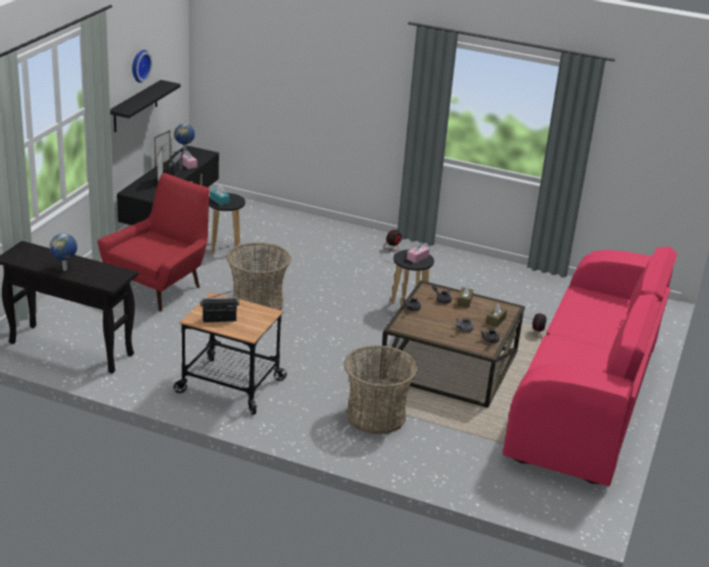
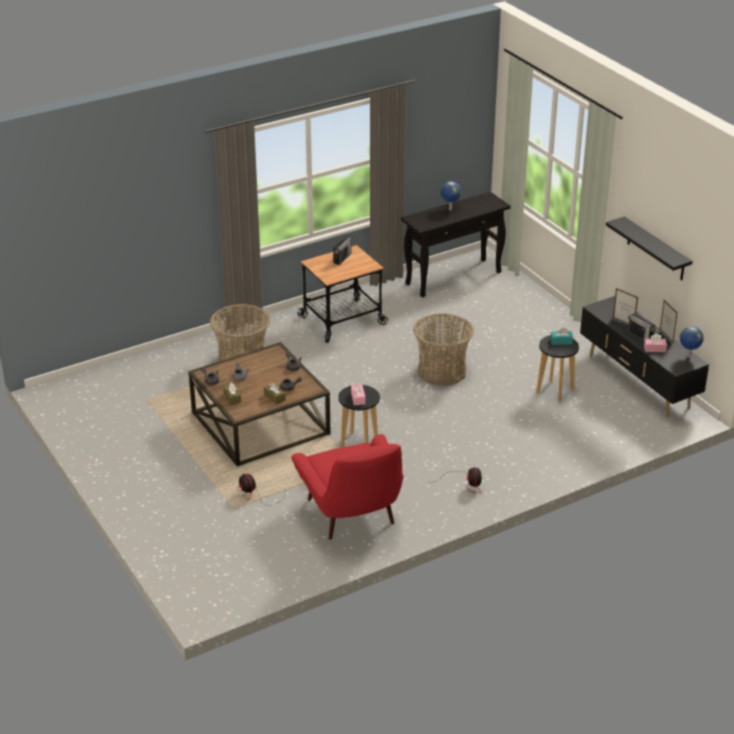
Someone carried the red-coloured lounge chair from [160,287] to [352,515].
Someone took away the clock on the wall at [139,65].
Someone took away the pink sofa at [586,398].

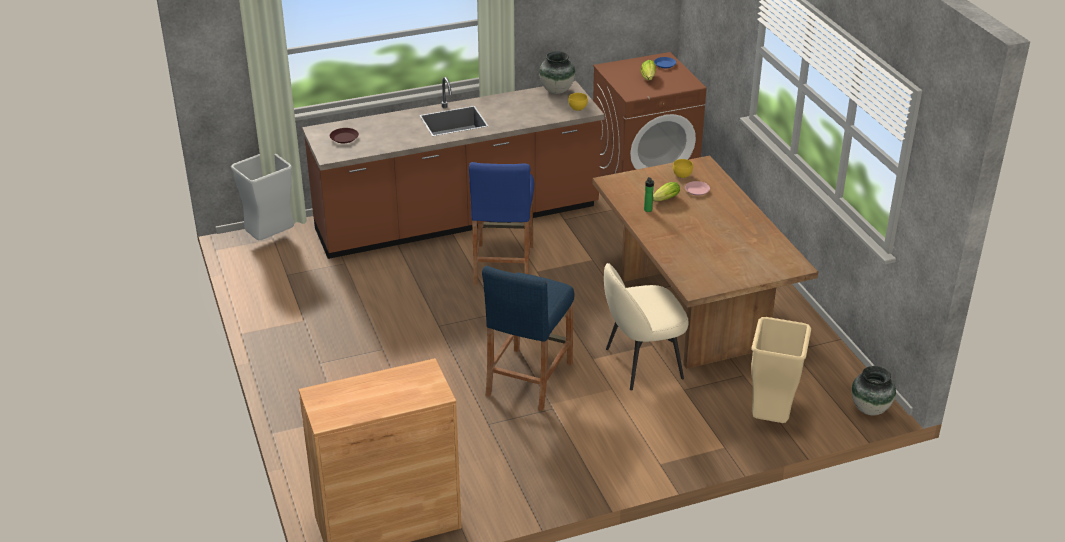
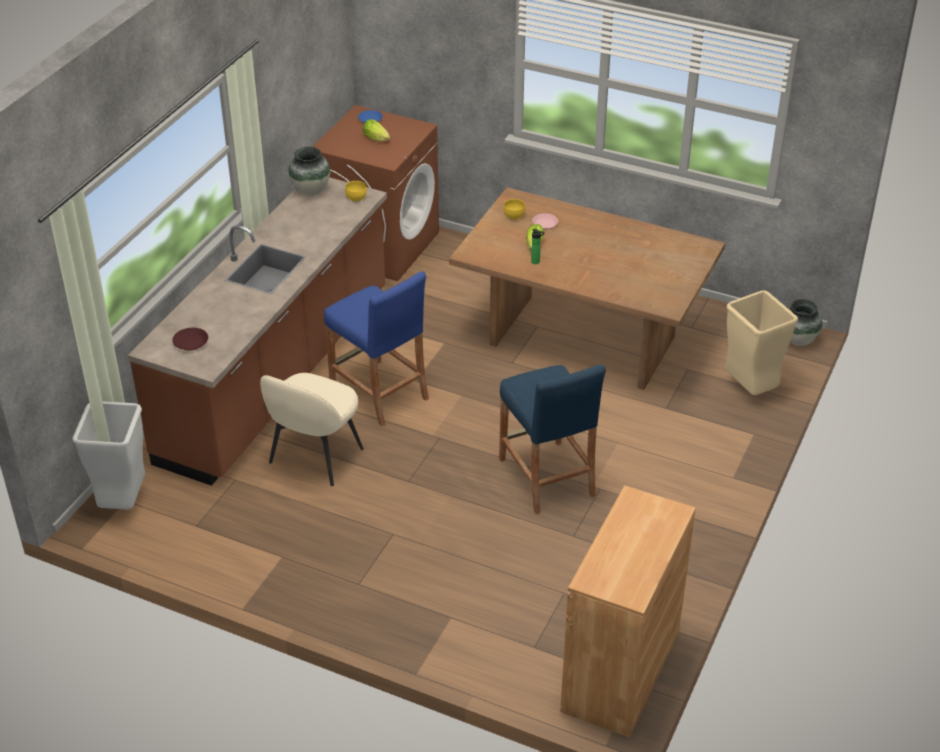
Someone carried the sand-coloured chair from [641,364] to [314,457].

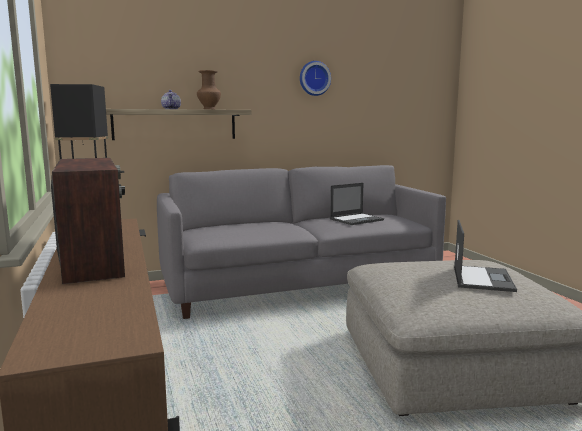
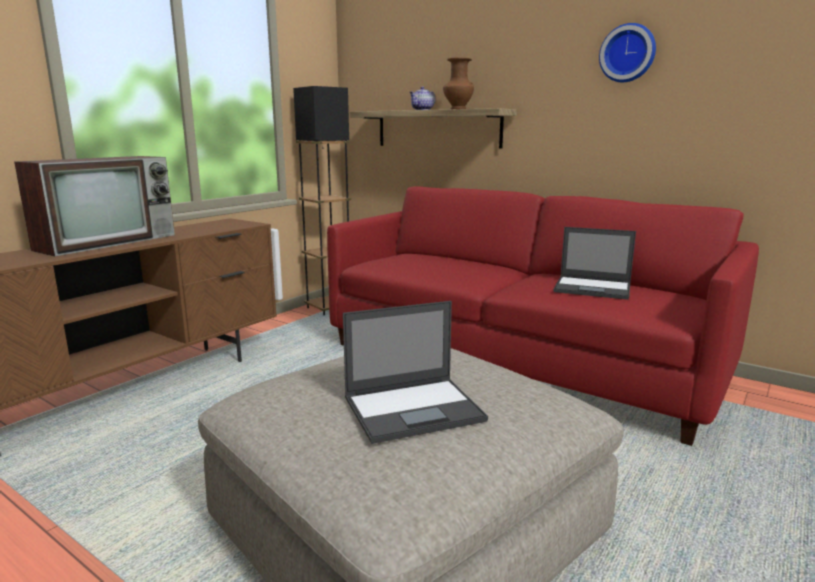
Someone repainted the greyish sofa at [300,284], which became the red-coloured sofa at [517,361].

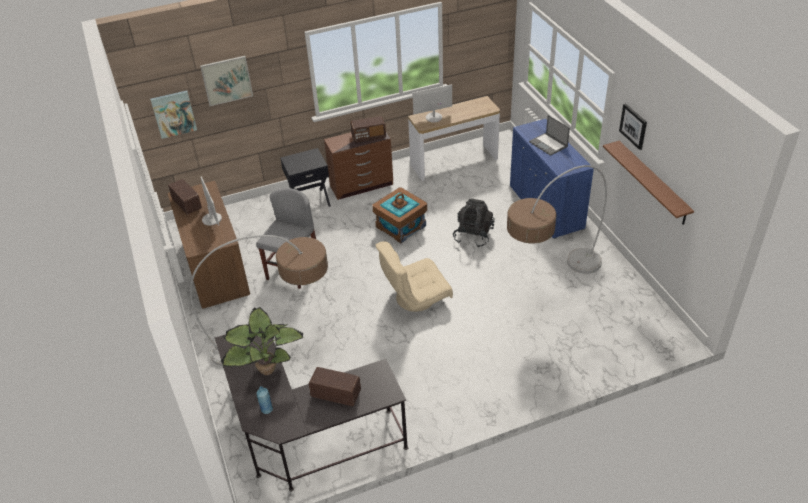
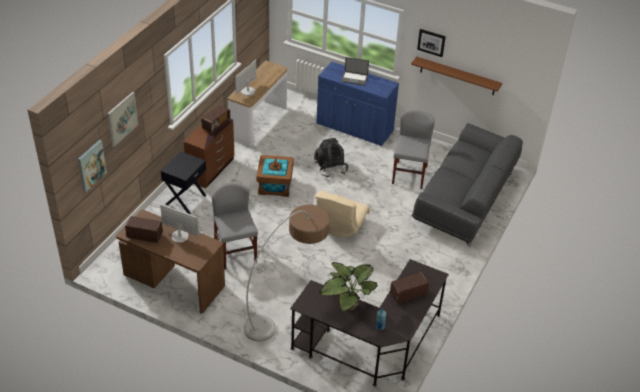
Someone swapped the standing lamp at [550,282] for the greyish chair at [409,175].
Someone put down the greyish sofa at [465,199].

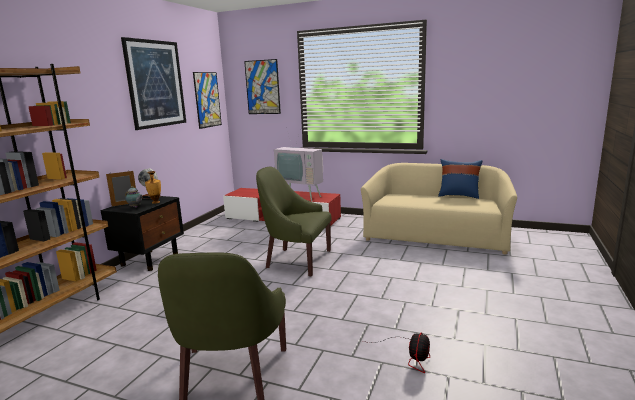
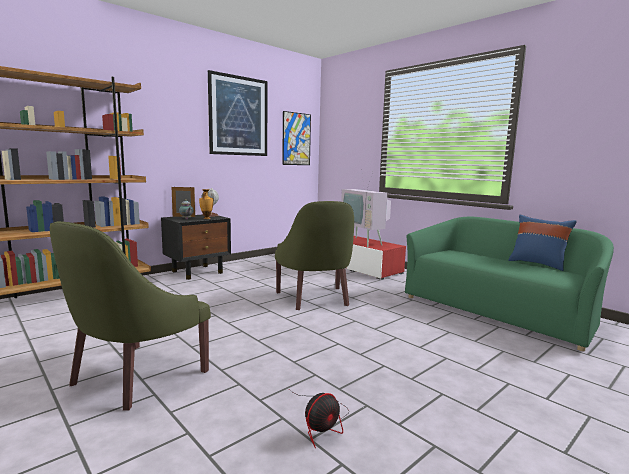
Someone took away the picture at [262,87].
Someone rotated the greenish lounge chair at [296,260] by 150 degrees counterclockwise.
Someone repainted the sand-coloured sofa at [436,236], which became the greenish sofa at [498,311].

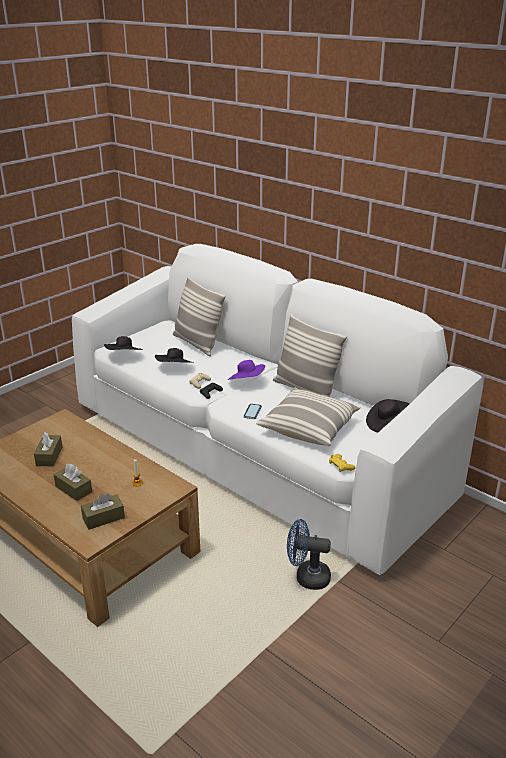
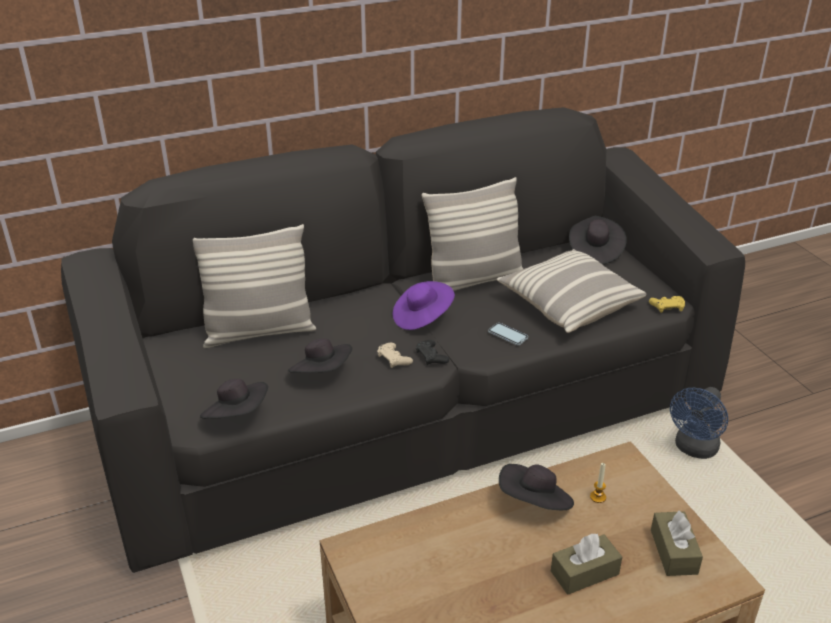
Someone took away the brown-coloured tissue holder at [49,456].
Someone repainted the white sofa at [254,450], which became the blackish sofa at [416,411].
Someone put down the blackish hat at [535,503].

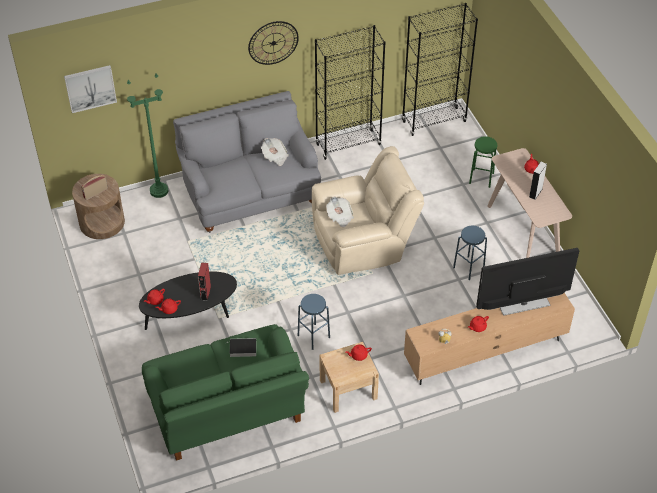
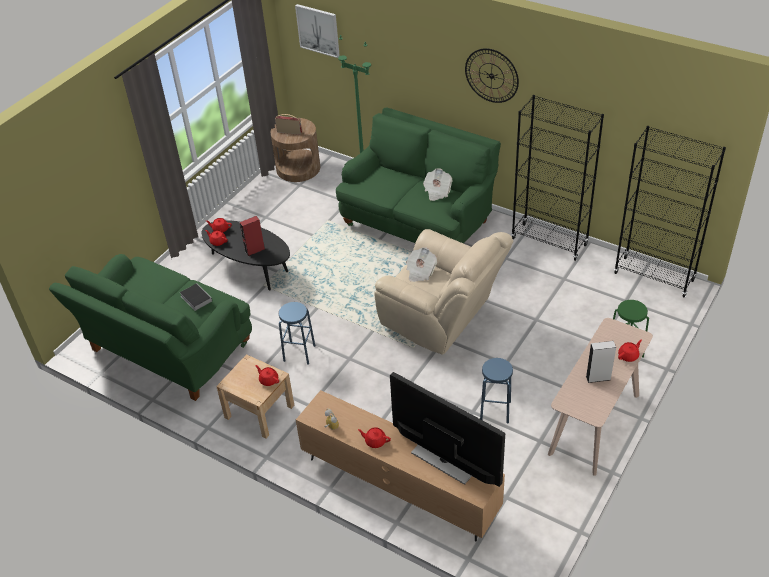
Someone repainted the greyish sofa at [250,193], which became the greenish sofa at [419,221].

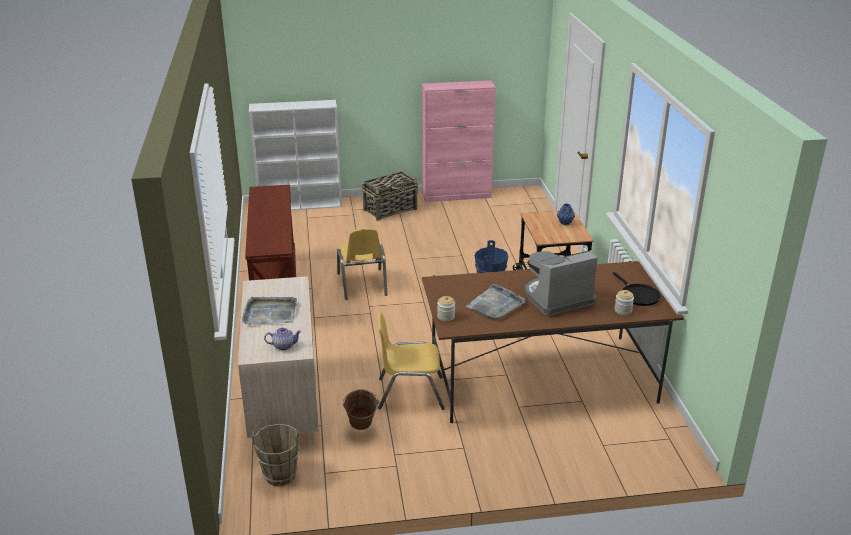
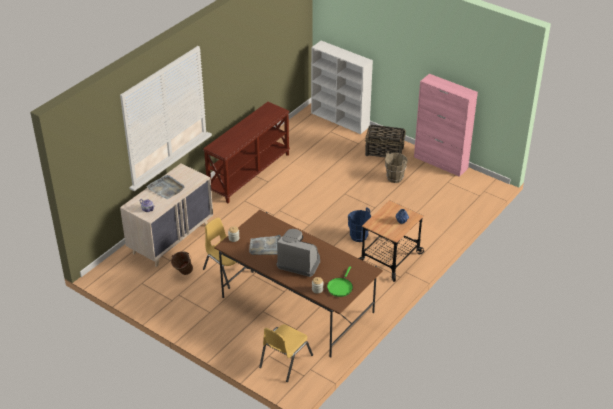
Someone carried the brown-coloured pail from [280,475] to [395,178].
Someone carried the yellow-coloured chair from [362,284] to [285,361].
Someone repainted the blackish skillet at [638,296], which became the greenish skillet at [340,287].

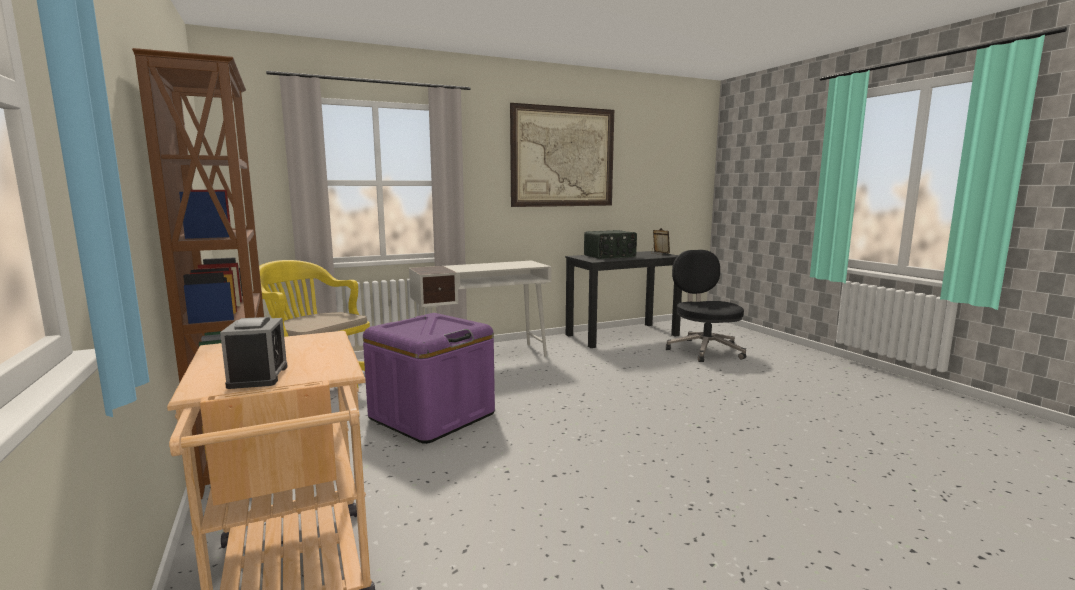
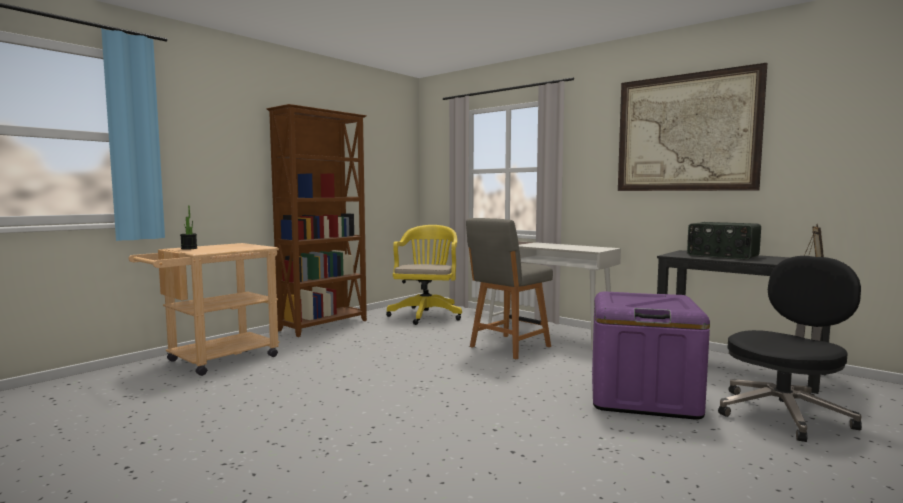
Someone swapped the bedside clock at [258,376] for the houseplant at [189,248].
Someone carried the purplish storage bin from [432,416] to [642,396].
Someone put down the greyish chair at [508,347].

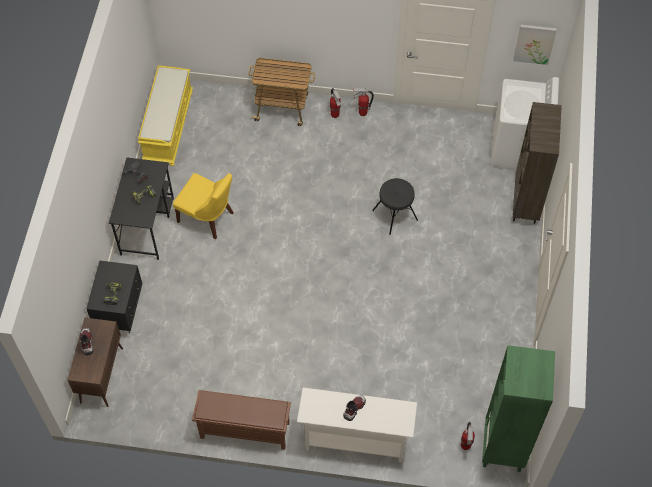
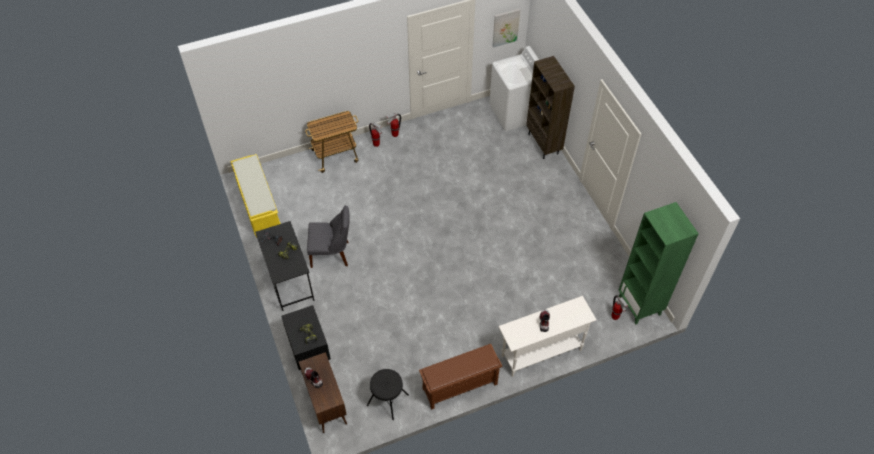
Someone repainted the yellow-coloured chair at [208,218], which became the greyish chair at [332,254].
Someone carried the blackish sitting stool from [395,215] to [388,400].

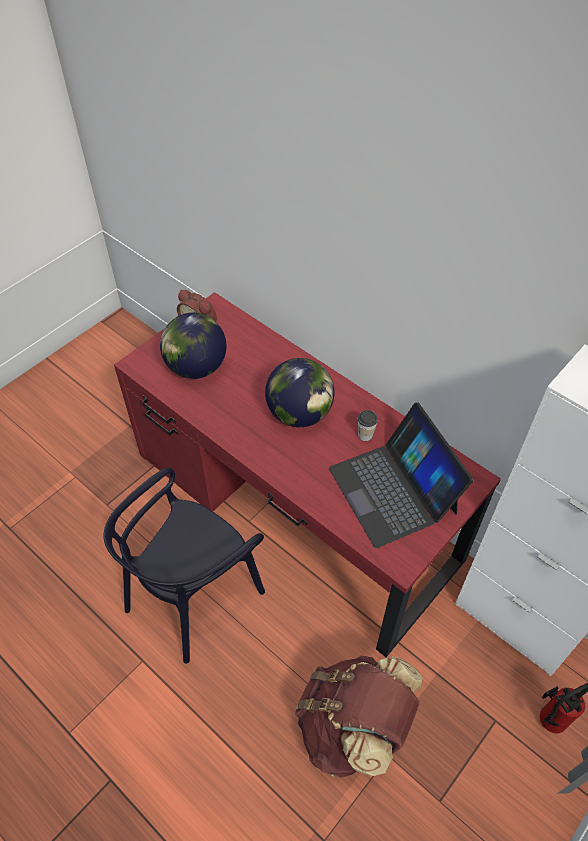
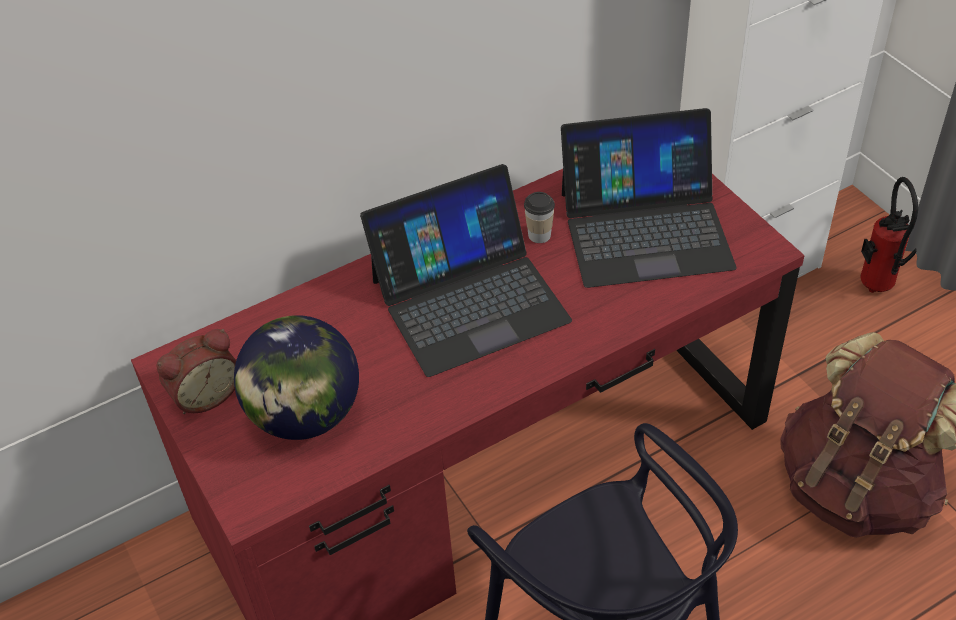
Someone swapped the globe at [299,414] for the notebook computer at [469,299].

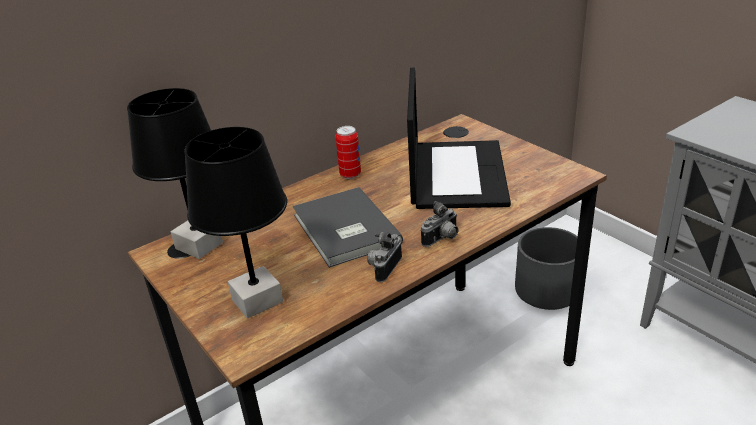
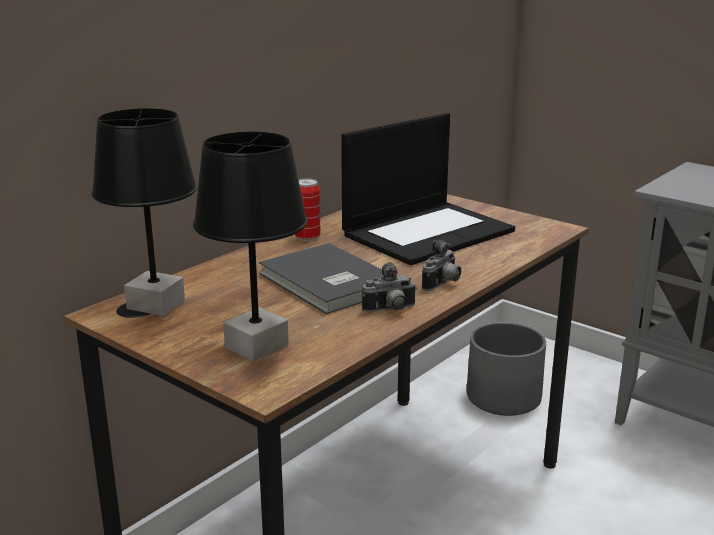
Someone rotated the still camera at [384,268] by 120 degrees counterclockwise.
Someone rotated the notebook computer at [455,174] by 60 degrees clockwise.

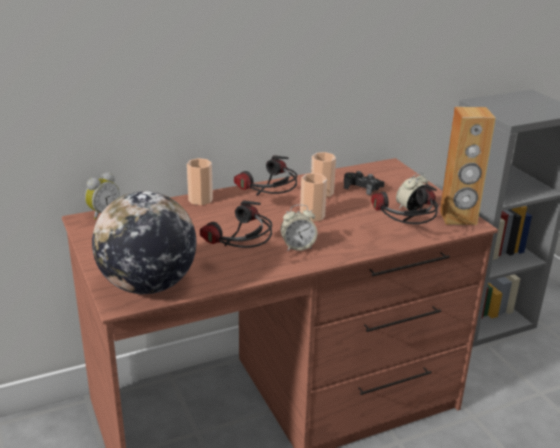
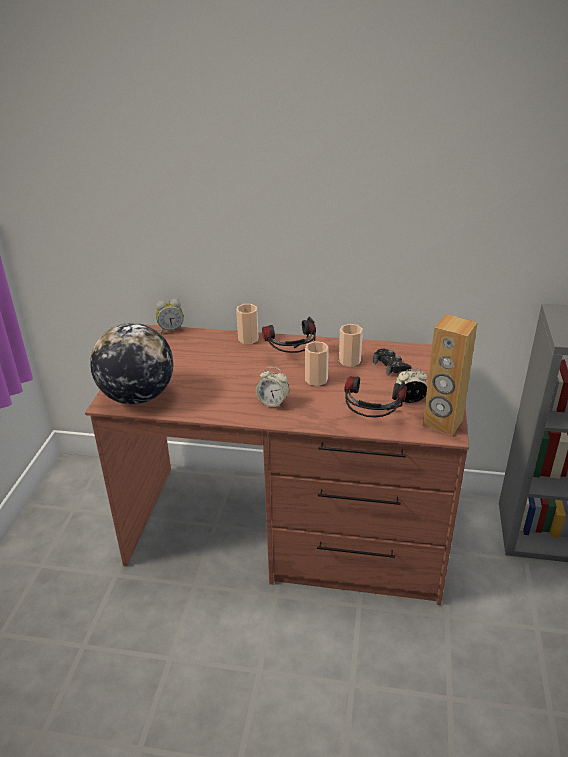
Someone took away the headset at [240,260].

